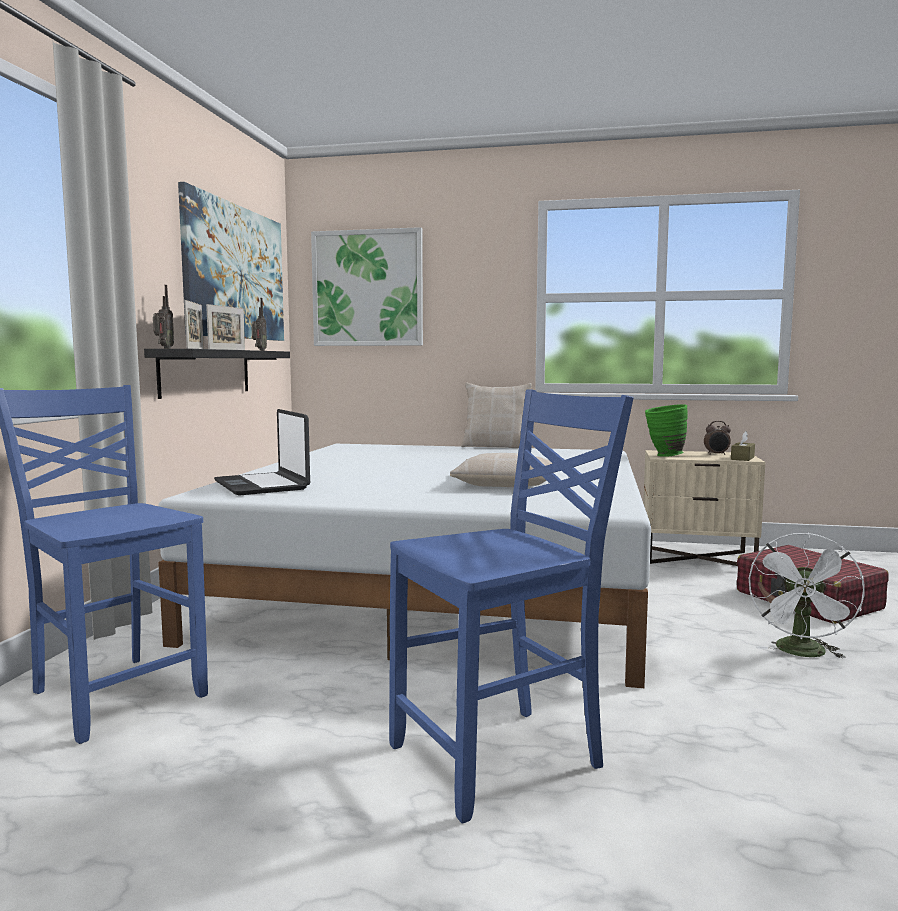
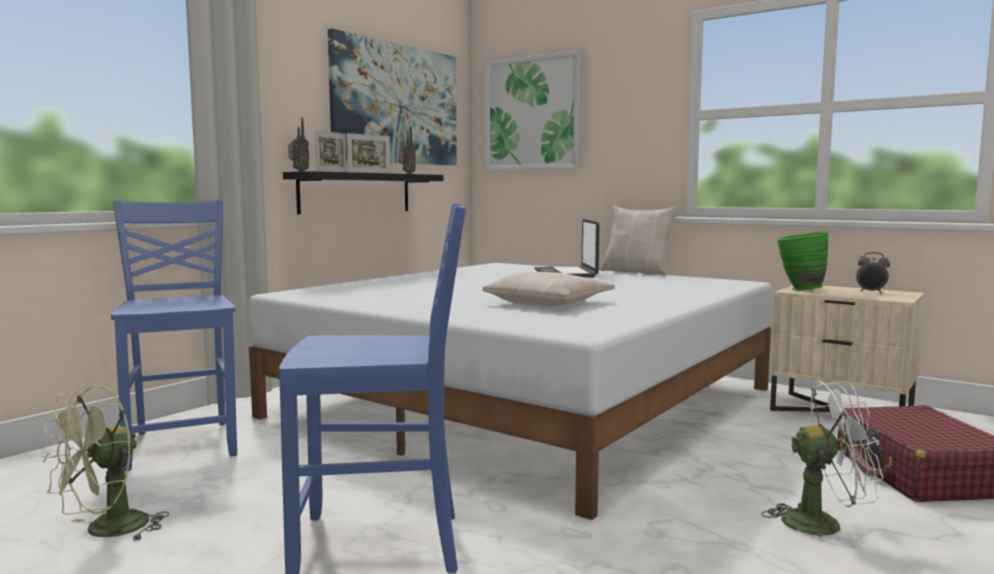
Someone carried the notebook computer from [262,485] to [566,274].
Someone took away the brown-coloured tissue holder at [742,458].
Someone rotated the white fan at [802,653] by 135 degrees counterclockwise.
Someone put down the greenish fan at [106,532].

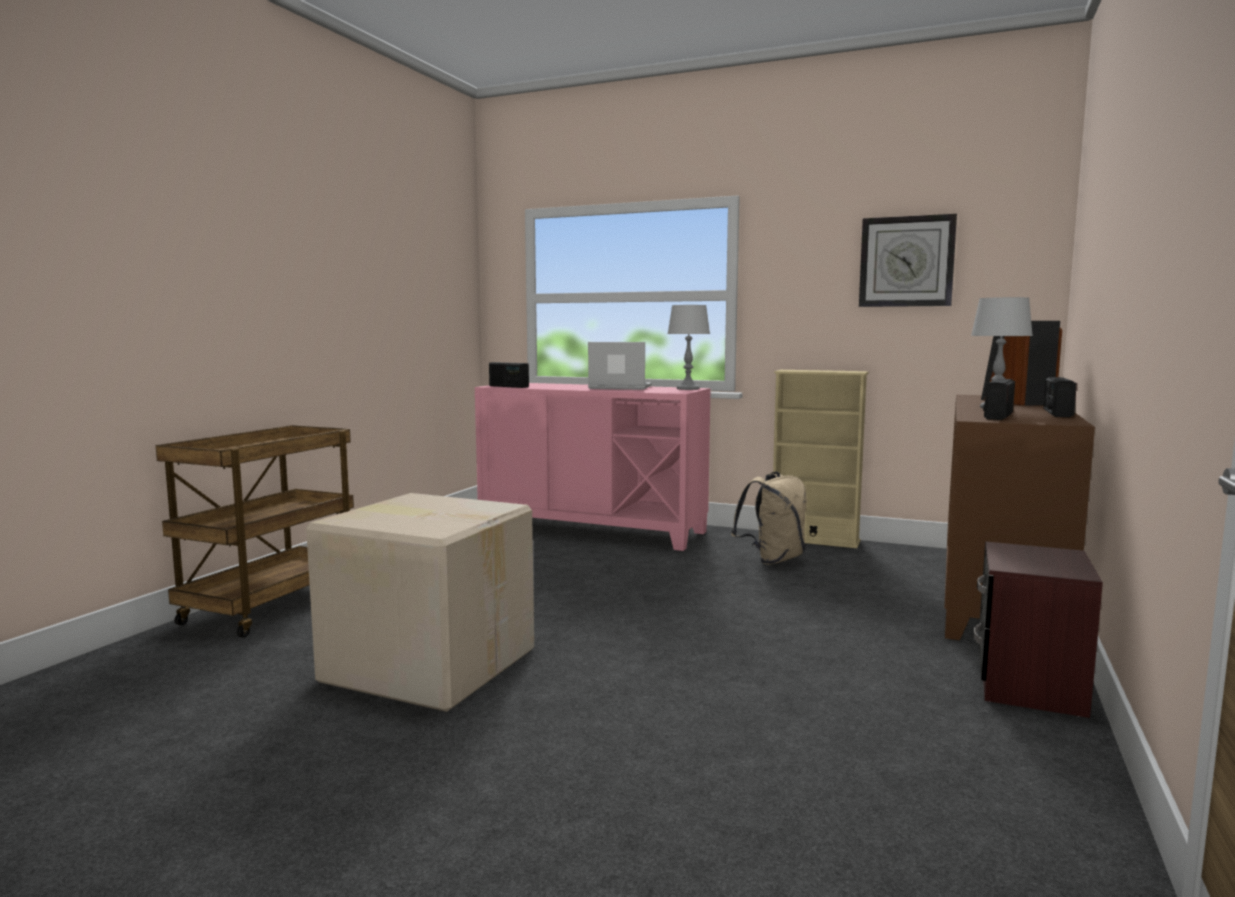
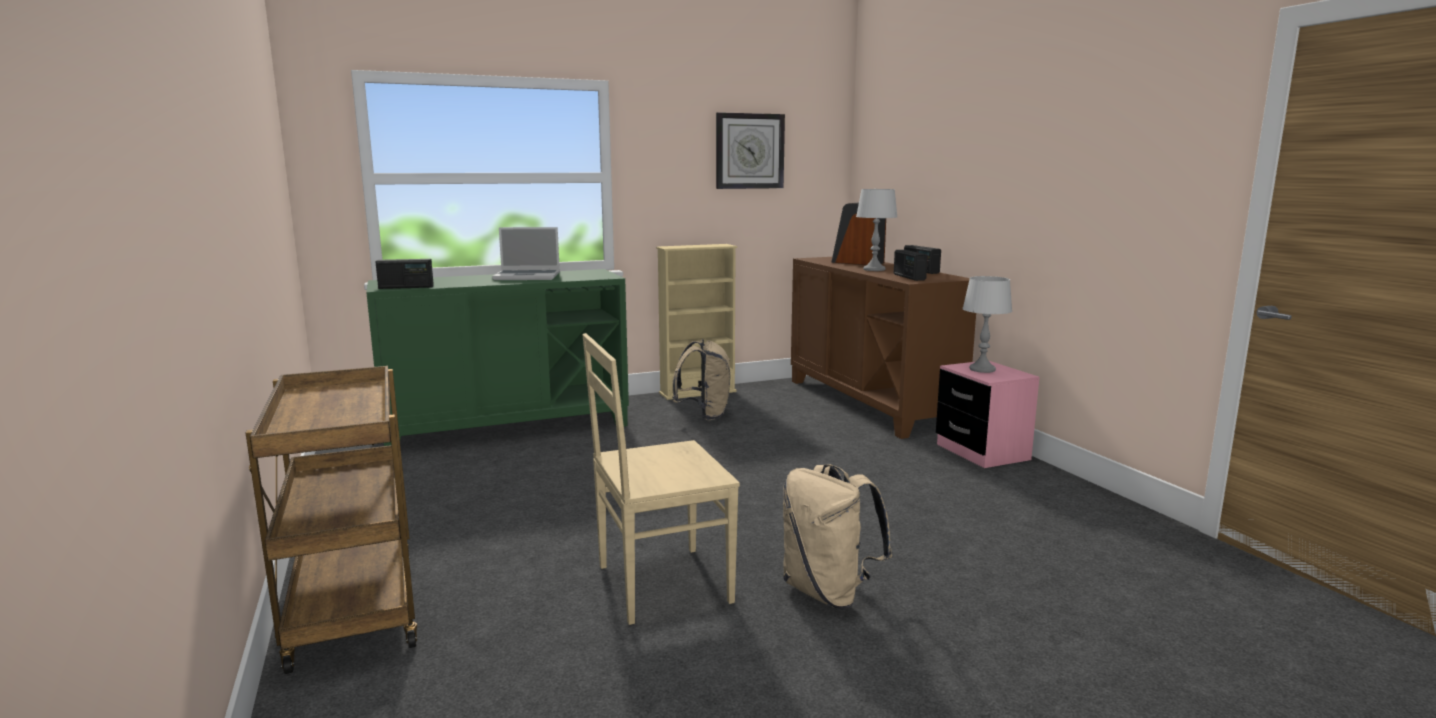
Someone swapped the packing box at [429,664] for the sand-coloured chair at [659,584].
Someone repainted the pink cupboard at [592,530], which became the greenish cupboard at [507,428].
Someone rotated the notebook computer at [619,387] by 150 degrees counterclockwise.
Someone carried the greyish table lamp from [687,389] to [982,369].
Someone repainted the brown-coloured bedside table at [1029,685], which became the pink bedside table at [982,452].
Someone put down the sand-coloured backpack at [828,592].

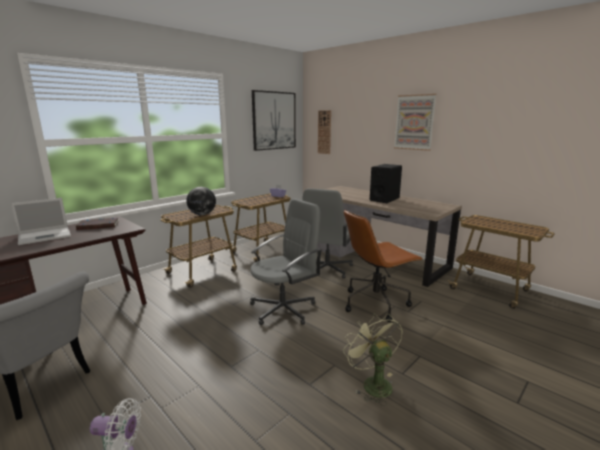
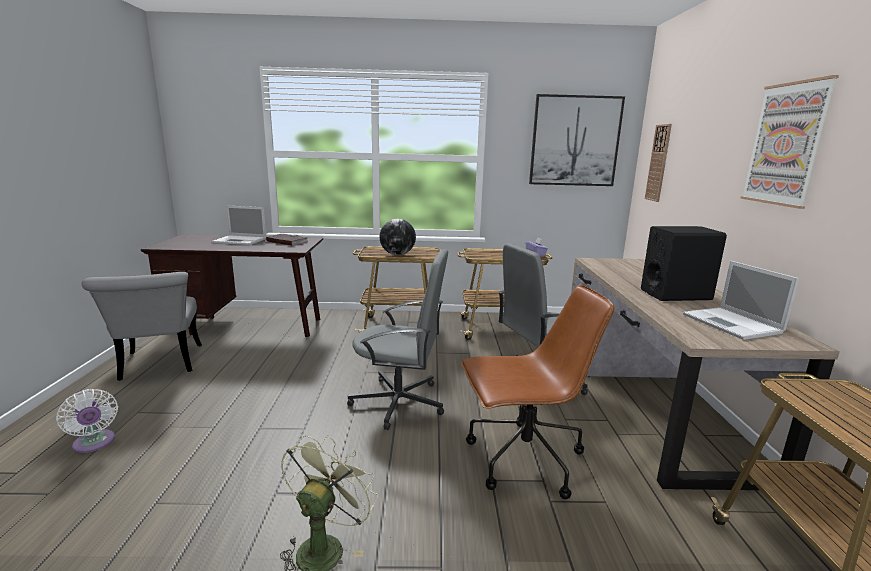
Someone rotated the brown-coloured office chair at [376,303] by 150 degrees clockwise.
Someone put down the notebook computer at [733,324].

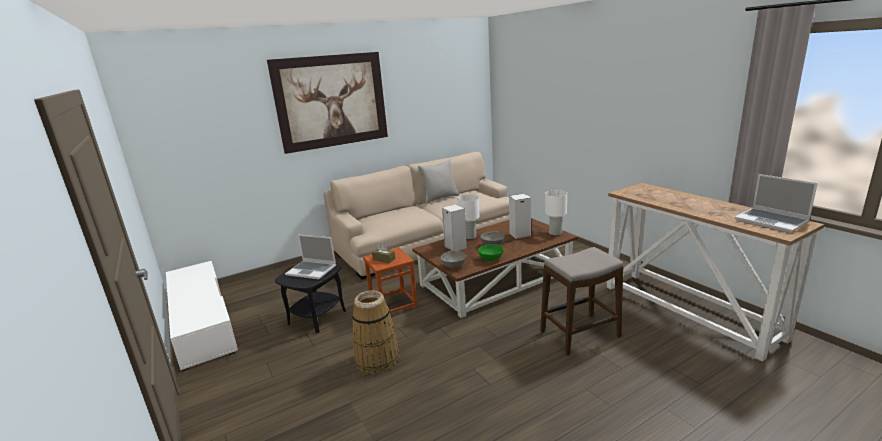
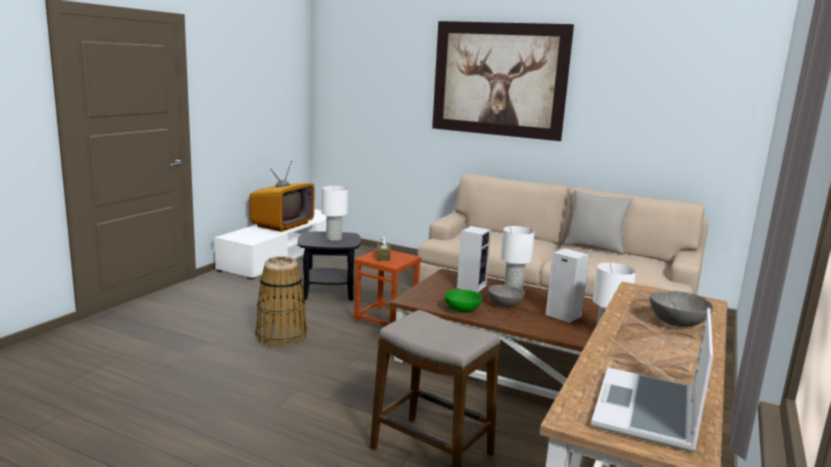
Someone swapped the notebook computer at [312,270] for the white table lamp at [334,239].
Someone carried the greyish serving bowl from [453,266] to [676,323].
Someone put down the television at [282,225].

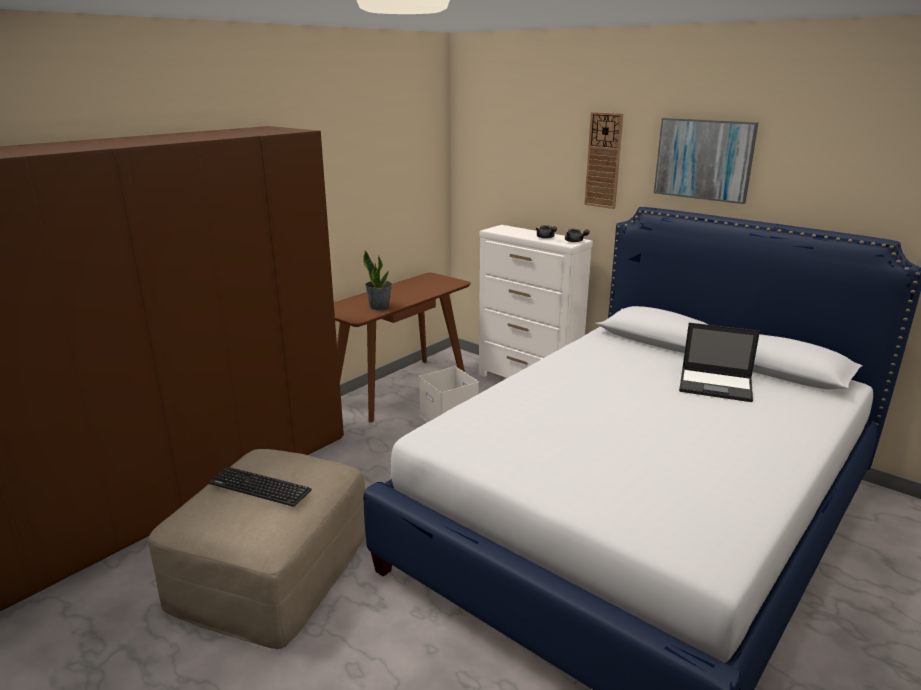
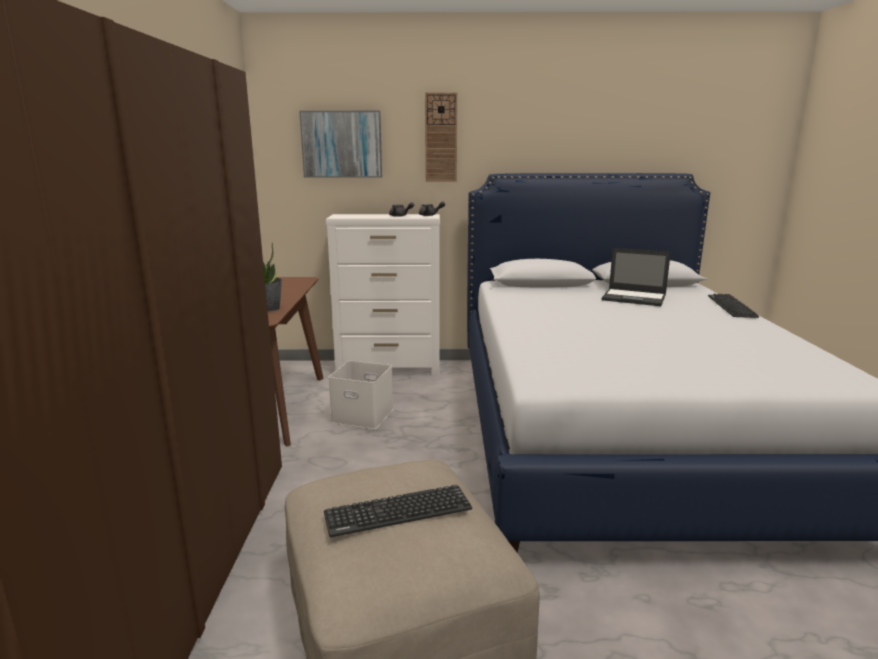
Someone carried the picture from [704,159] to [342,144].
Someone rotated the notebook computer at [716,385] by 45 degrees clockwise.
Someone put down the PC keyboard at [731,306].

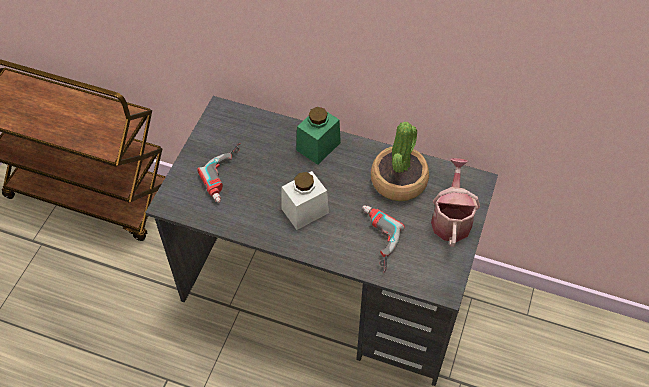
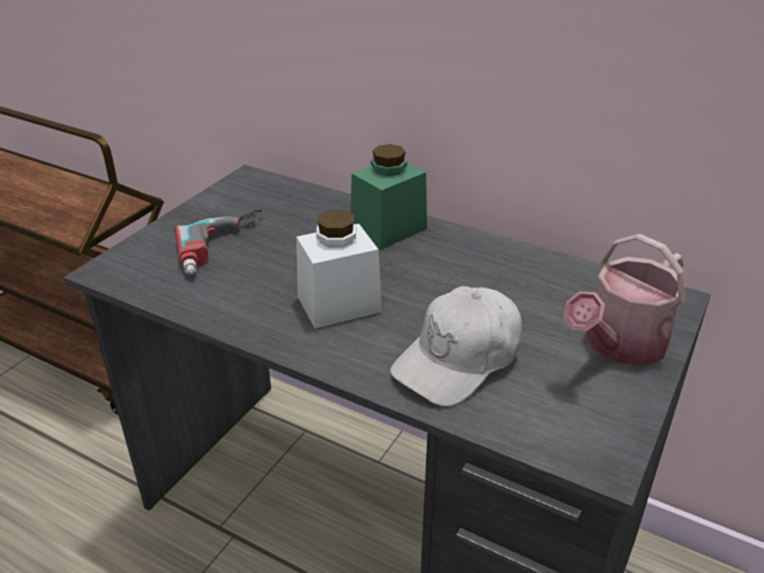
Someone swapped the electric drill at [374,240] for the white cap at [459,360].
Someone took away the houseplant at [399,181].
Someone rotated the watering can at [451,218] by 150 degrees counterclockwise.

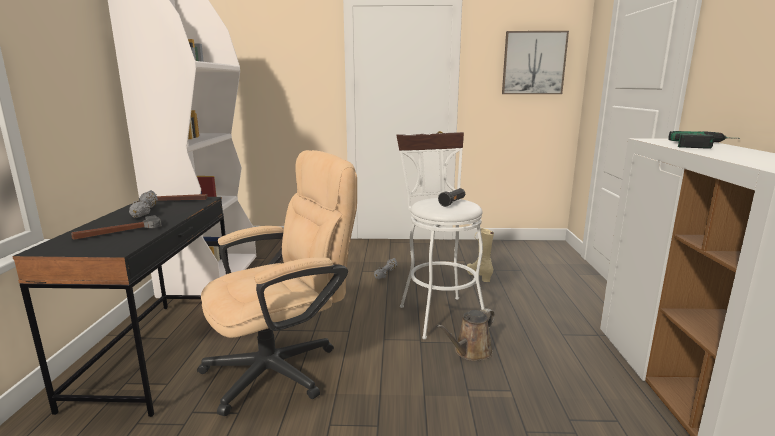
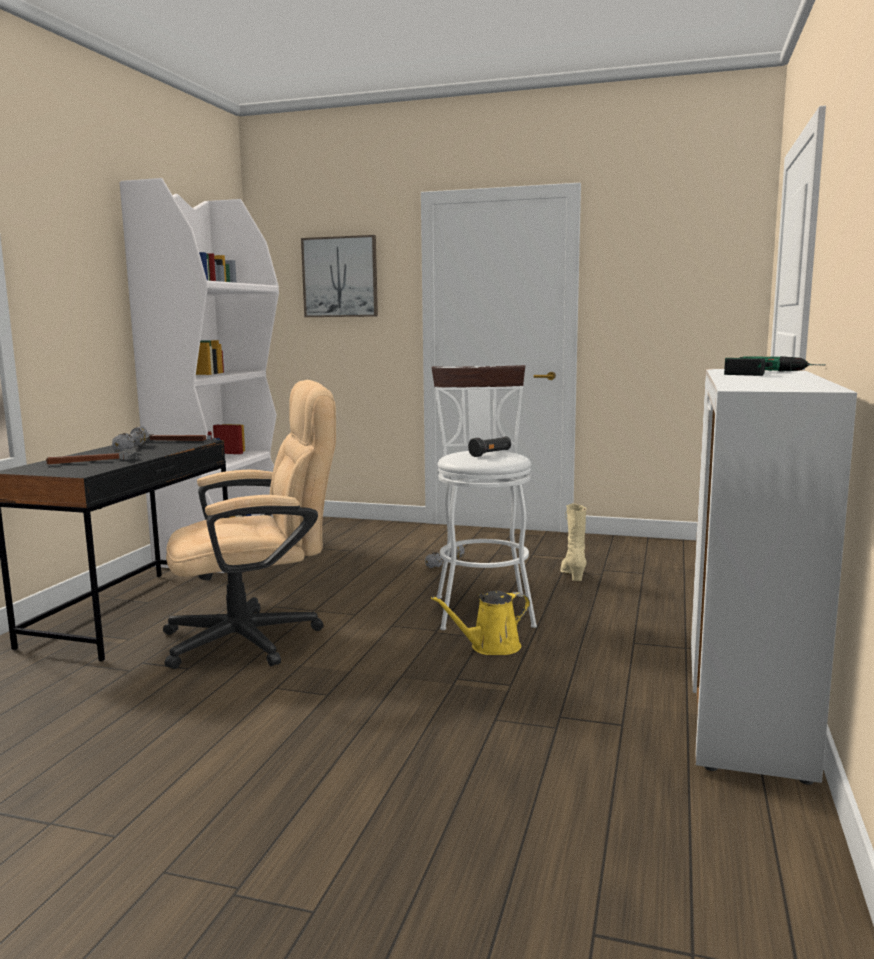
Someone repainted the brown-coloured watering can at [470,352], which became the yellow-coloured watering can at [491,647].
Someone carried the picture from [533,63] to [340,277].

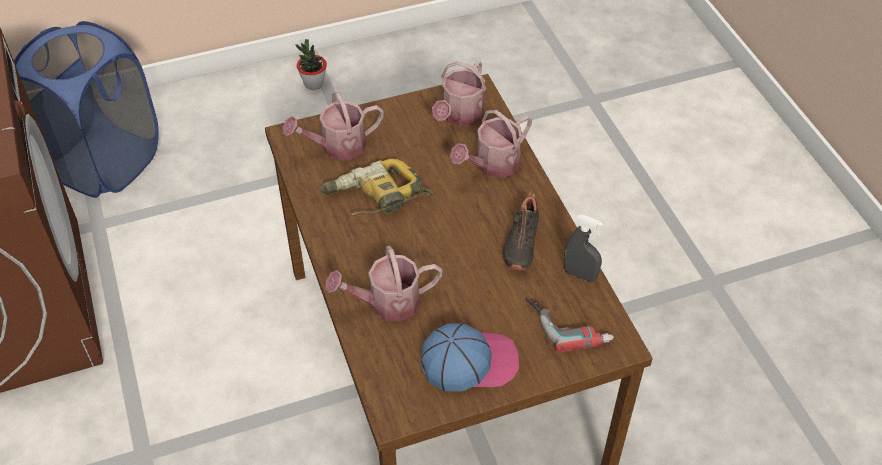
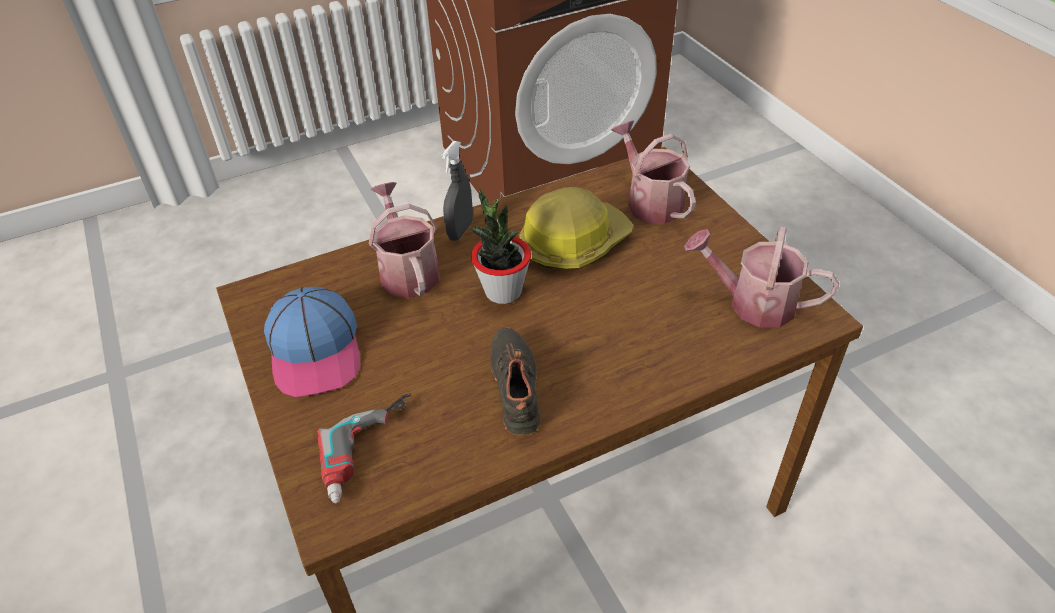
Someone took away the blue hamper at [105,163].
Someone carried the houseplant from [313,84] to [503,291].
Someone swapped the electric drill at [376,198] for the hard hat at [573,243].
Someone took away the watering can at [492,165].
Someone rotated the blackish shoe at [520,243] by 75 degrees clockwise.
Someone carried the greyish sprayer from [580,275] to [460,231].

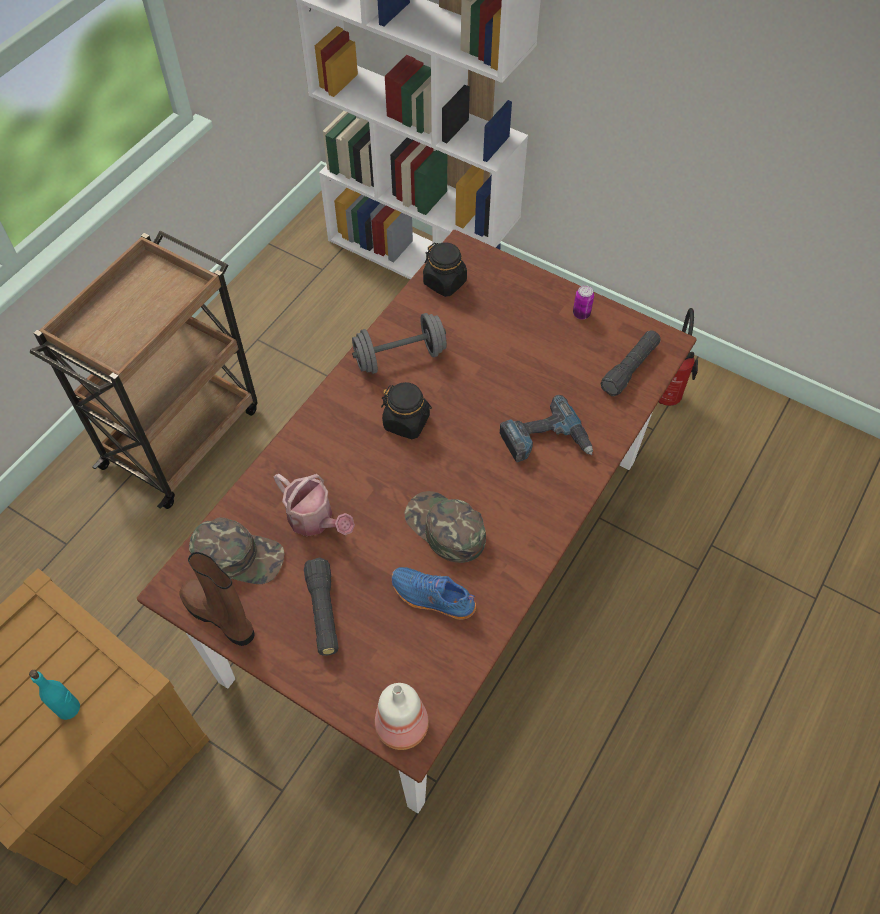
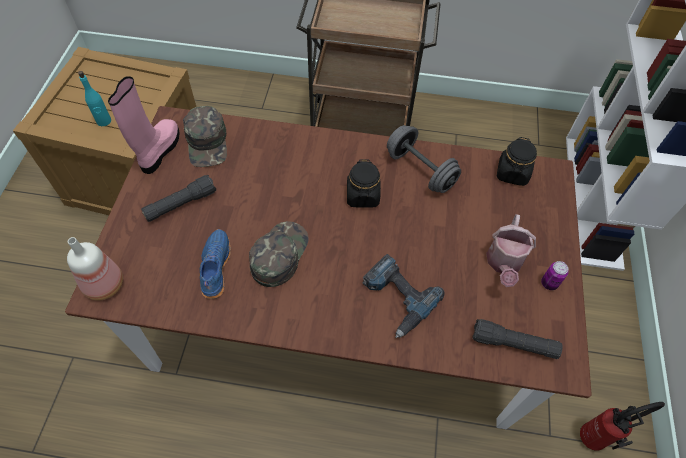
Someone repainted the brown-coloured boot at [221,616], which became the pink boot at [159,151].
Someone carried the watering can from [315,520] to [503,263].

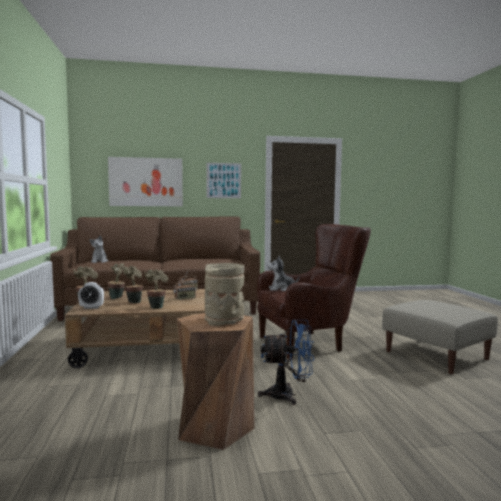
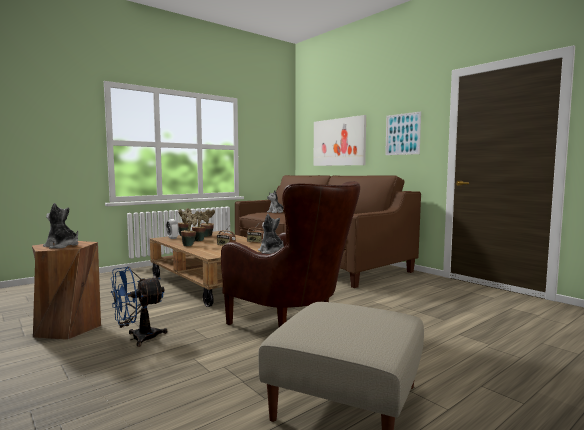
Someone swapped the sand-coloured decorative vase at [225,321] for the soft toy at [62,246].
Someone rotated the blue fan at [288,395] by 90 degrees clockwise.

